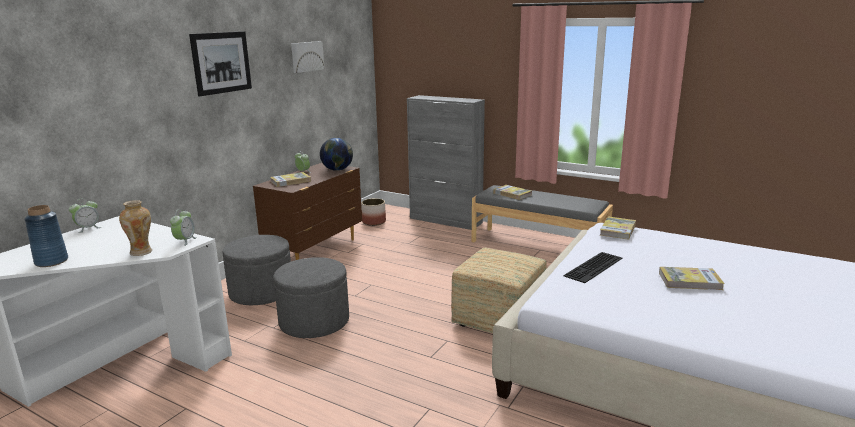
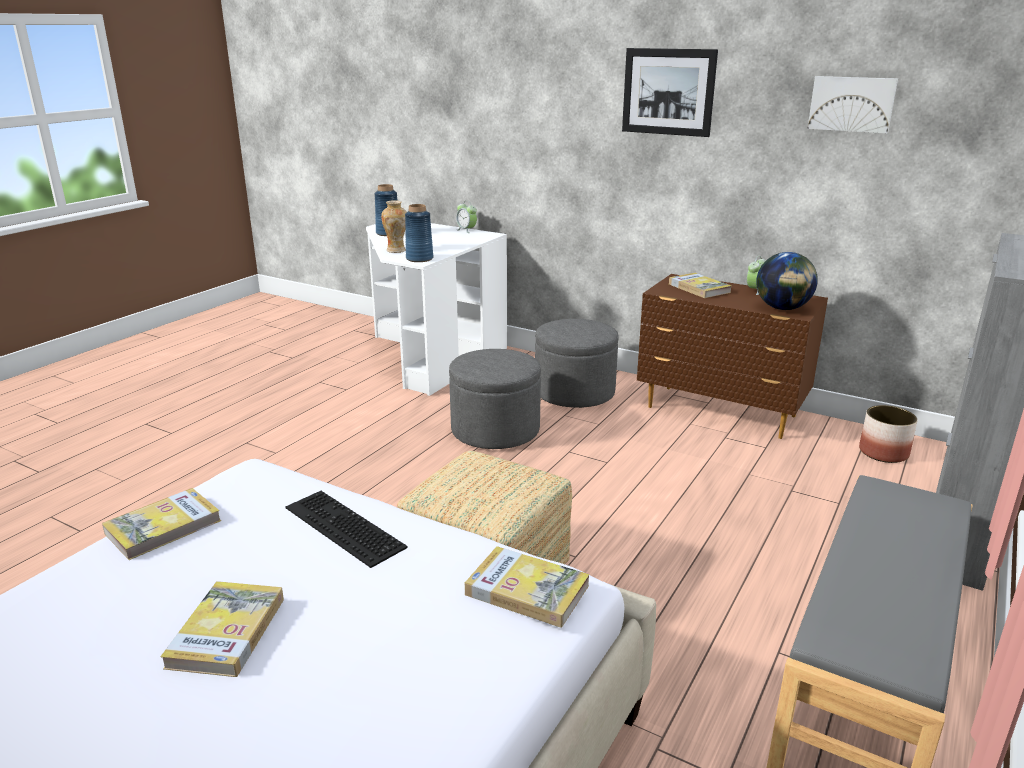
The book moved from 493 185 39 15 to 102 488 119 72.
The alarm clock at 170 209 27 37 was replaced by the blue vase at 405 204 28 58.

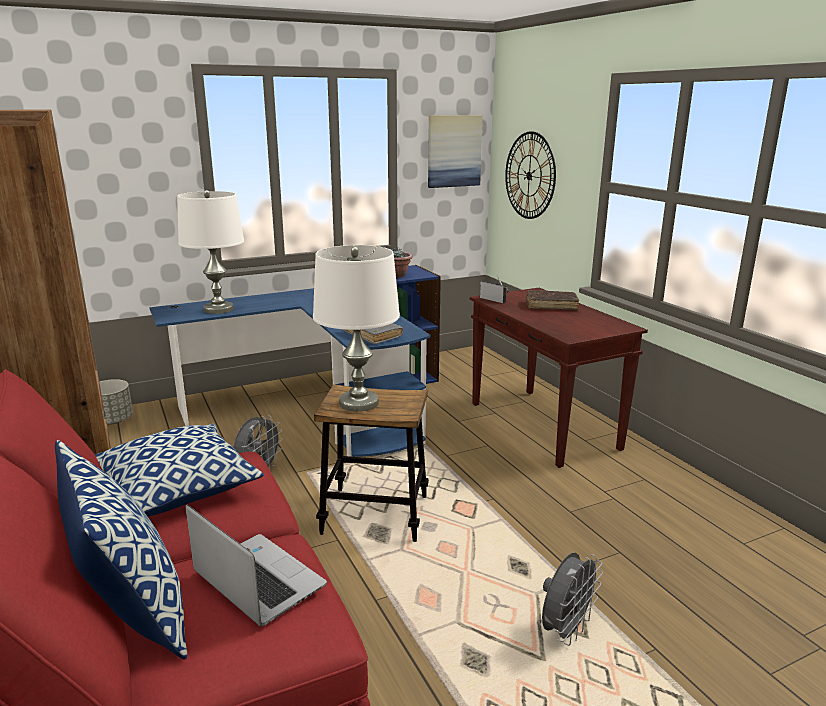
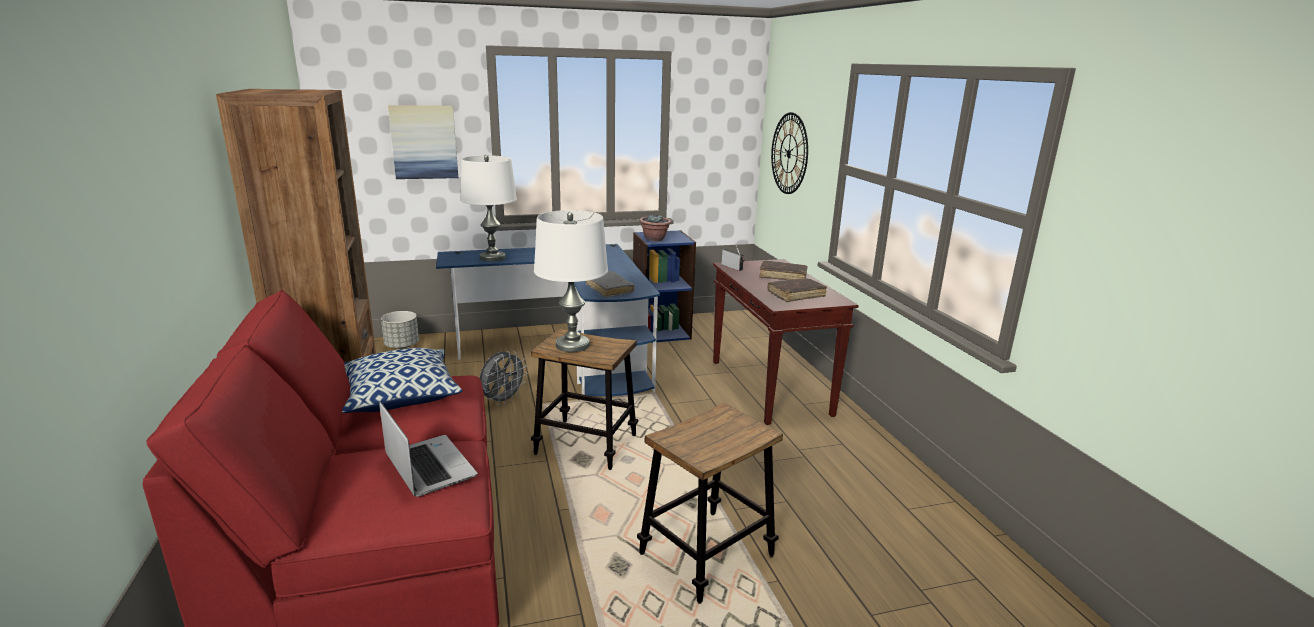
The picture moved from 428 115 55 73 to 388 105 70 74.
The grey fan at 542 553 61 93 was replaced by the stool at 637 403 146 201.
The brown book at 767 278 60 24 appeared.
The pillow at 55 440 132 219 disappeared.

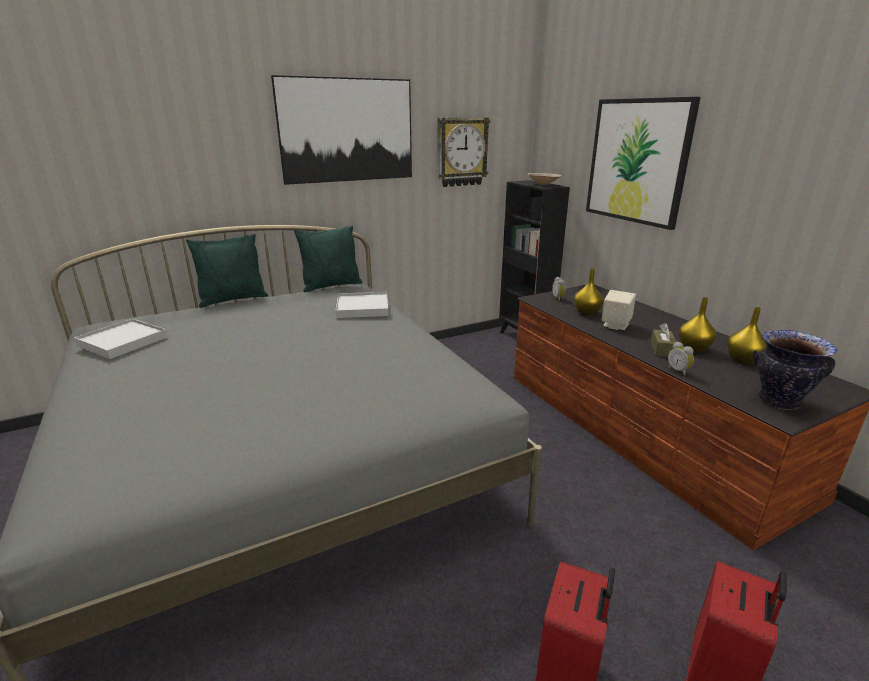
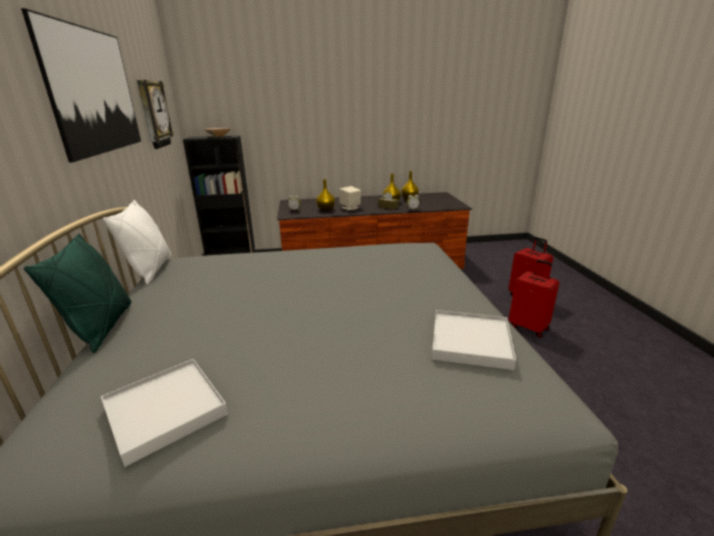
The green pillow at 294 225 69 67 became the white pillow at 103 200 68 84.
The white tray moved from 335 292 54 26 to 432 310 84 60.
The picture at 586 97 114 133 disappeared.
The vase at 753 330 84 80 disappeared.

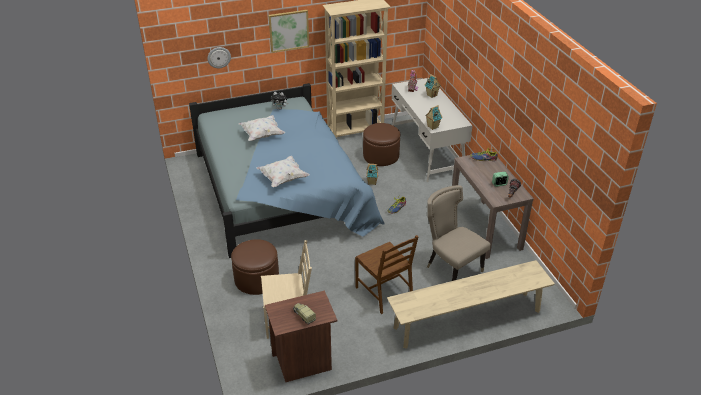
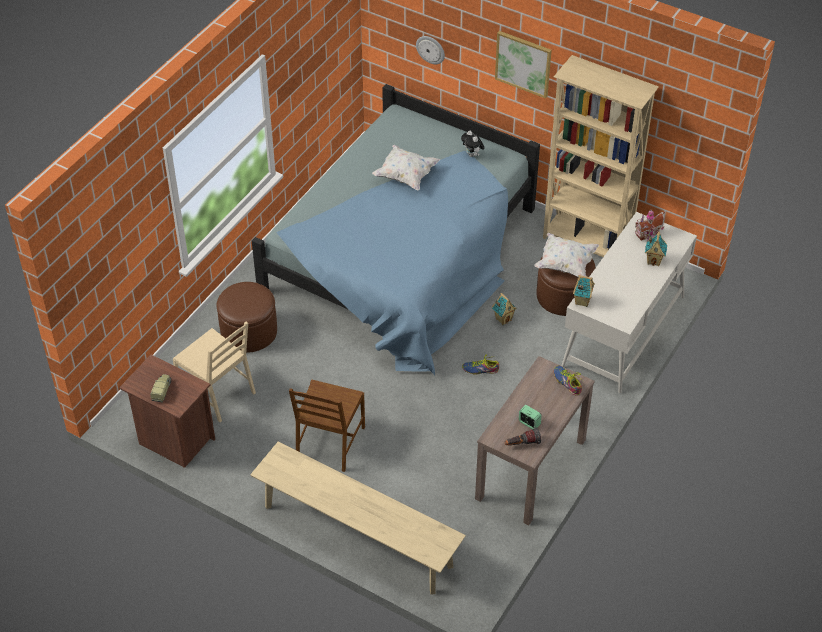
The white pillow moved from 256 156 53 31 to 534 233 65 44.
The beige chair at 427 185 64 96 disappeared.

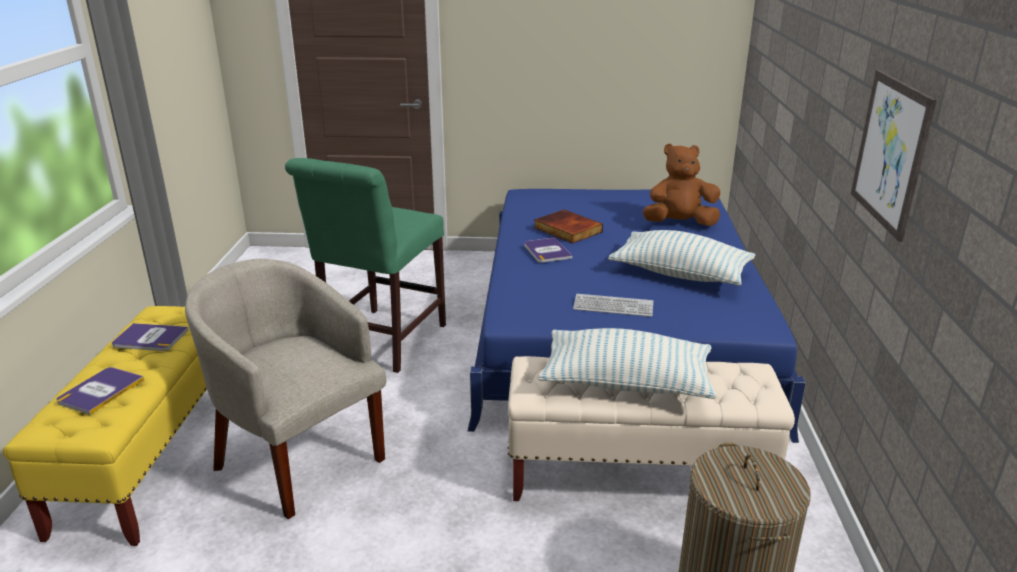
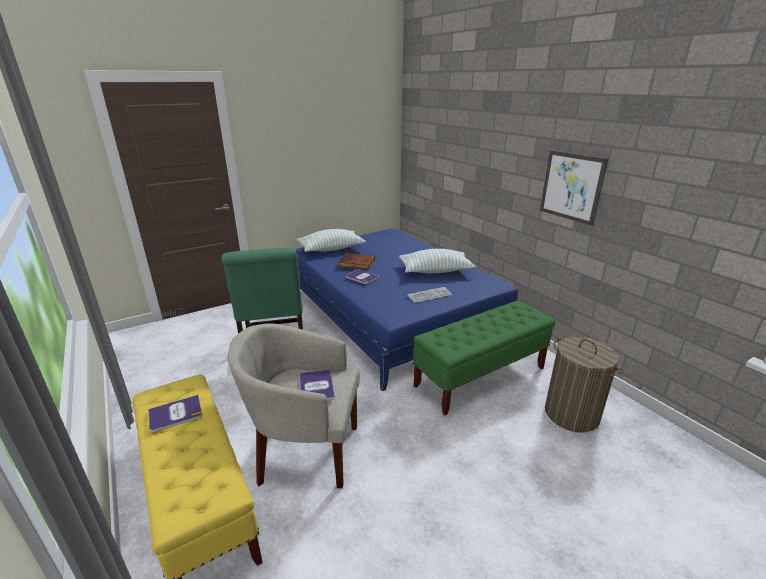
The pillow moved from 537 328 179 71 to 297 229 69 23.
The book moved from 56 367 88 48 to 300 369 35 31.
The beige bench at 508 356 287 145 became the green bench at 413 301 142 114.
The brown plush toy at 643 144 77 82 disappeared.

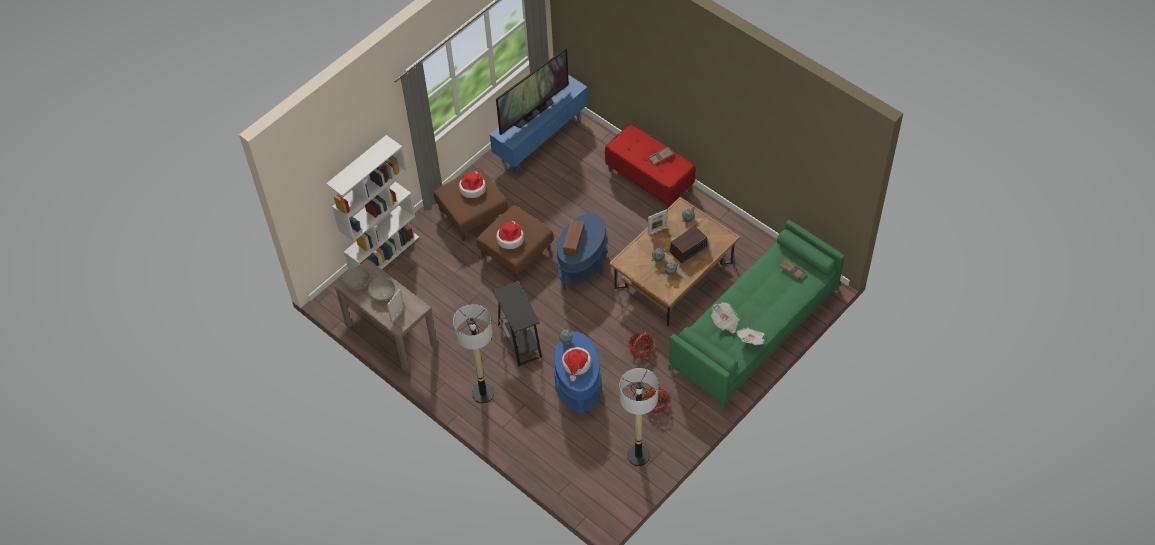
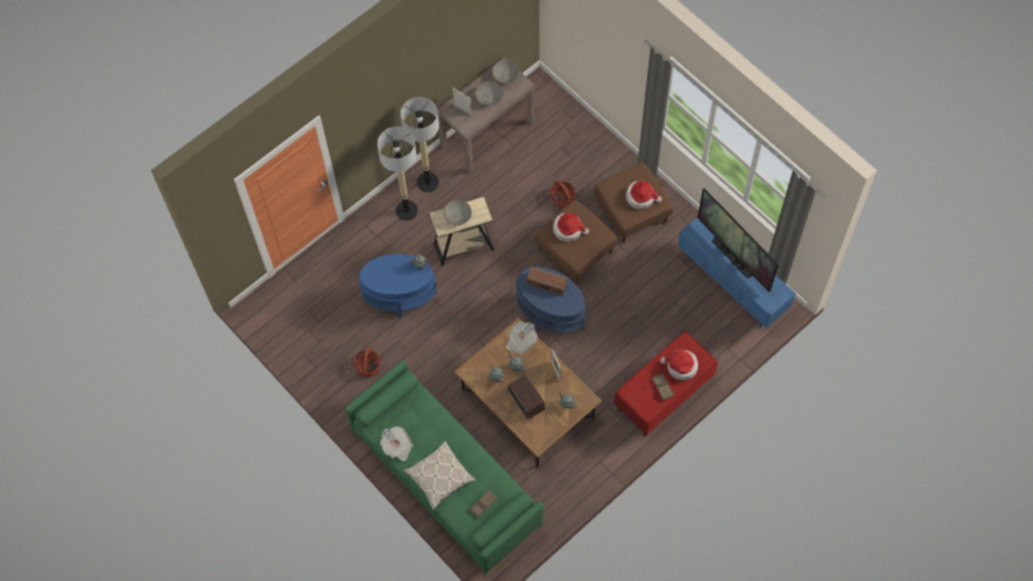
The floor lamp moved from 620 368 39 98 to 400 97 39 95.
The pillow at 404 441 72 69 appeared.
The black side table at 493 281 49 85 became the beige side table at 429 197 65 69.
The grey bowl at 444 200 28 26 appeared.
The newspaper moved from 711 302 29 31 to 506 321 31 34.
The basket moved from 628 332 26 27 to 550 181 26 26.
The hat moved from 562 347 29 34 to 660 349 38 31.
The white bookcase at 326 135 93 135 disappeared.

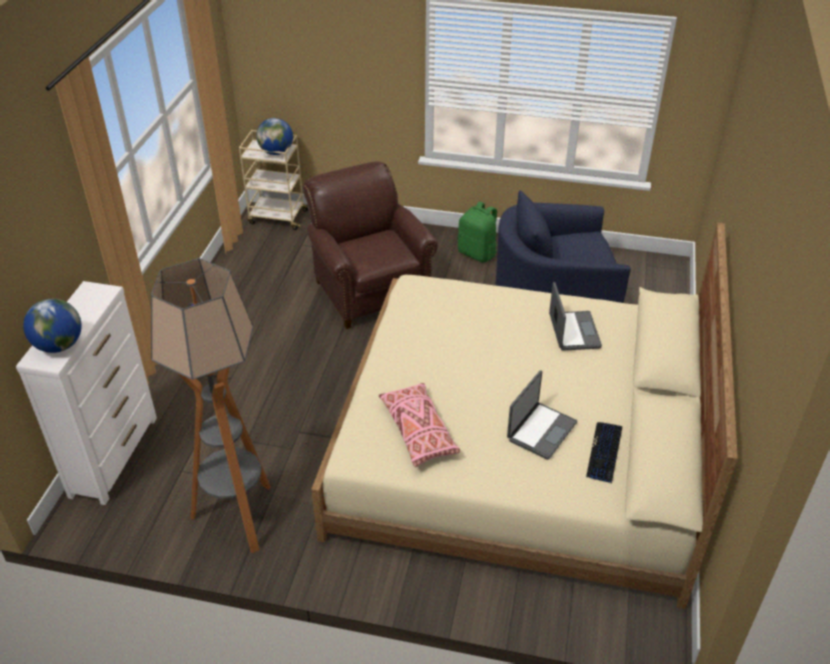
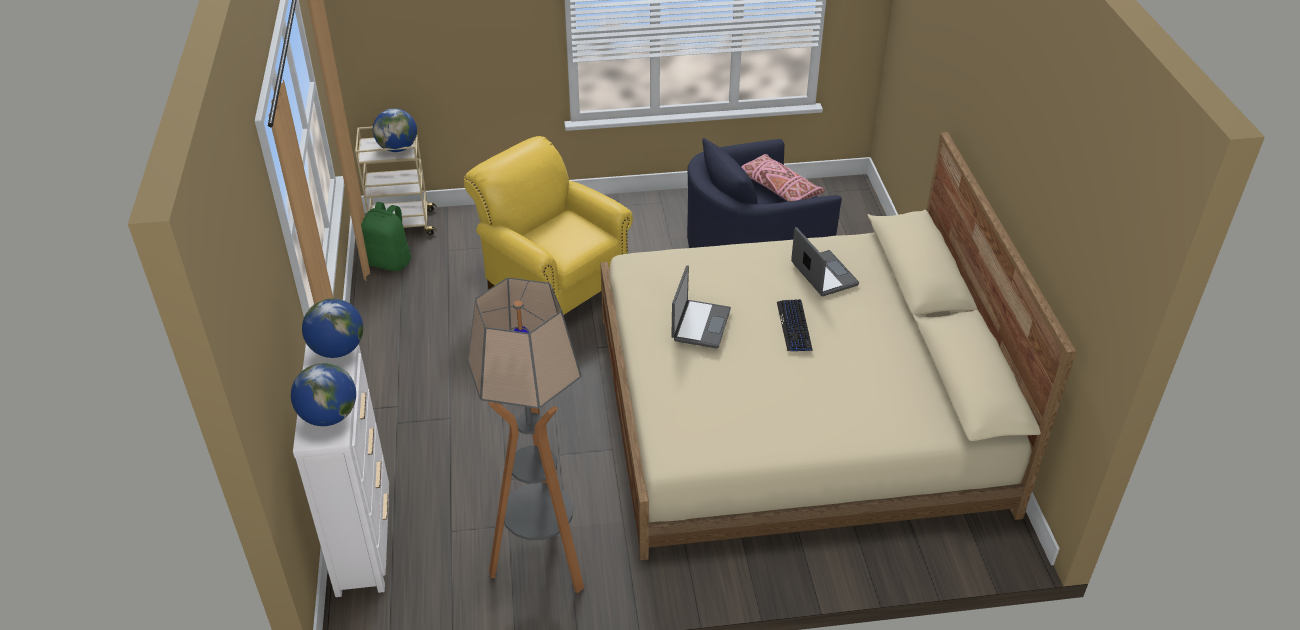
The globe at 302 298 61 60 appeared.
The green backpack moved from 457 202 41 60 to 361 202 50 69.
The brown armchair at 302 161 136 168 became the yellow armchair at 464 136 169 179.
The laptop moved from 507 370 70 90 to 672 265 59 84.
The pink pillow moved from 379 383 81 84 to 741 154 84 47.
The keyboard moved from 586 422 36 61 to 777 299 35 52.

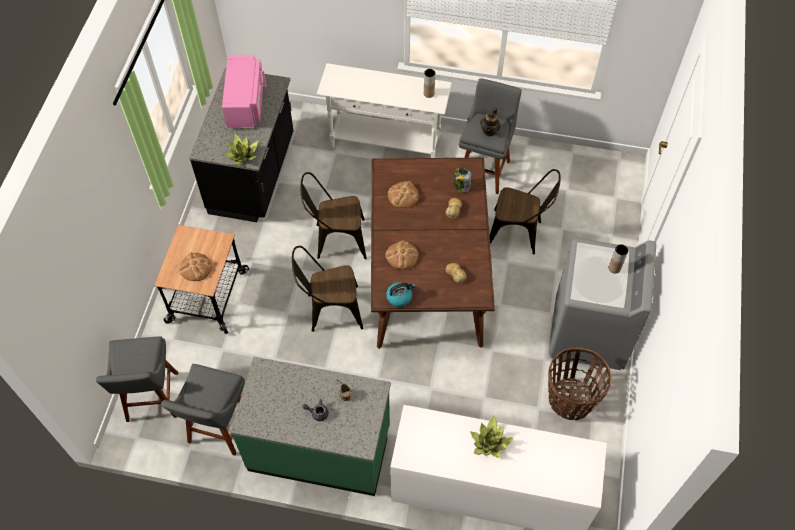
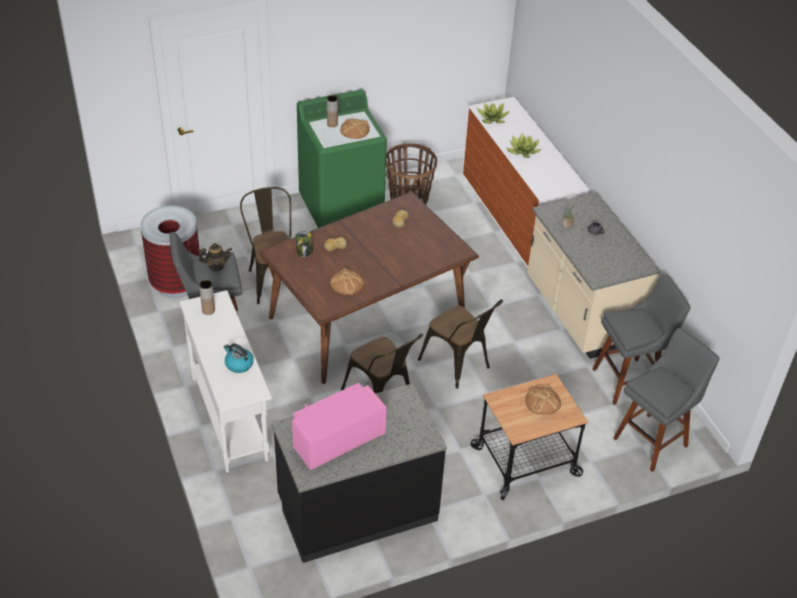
The trash can at 140 206 60 92 appeared.
The kettle moved from 386 282 29 25 to 224 343 29 30.
The grey washing machine at 549 238 107 132 became the green washing machine at 297 89 90 139.
The bread moved from 385 240 33 30 to 340 119 30 20.
The potted plant moved from 224 133 34 32 to 476 103 34 21.
The green counter at 230 357 161 139 became the beige counter at 527 192 133 167.

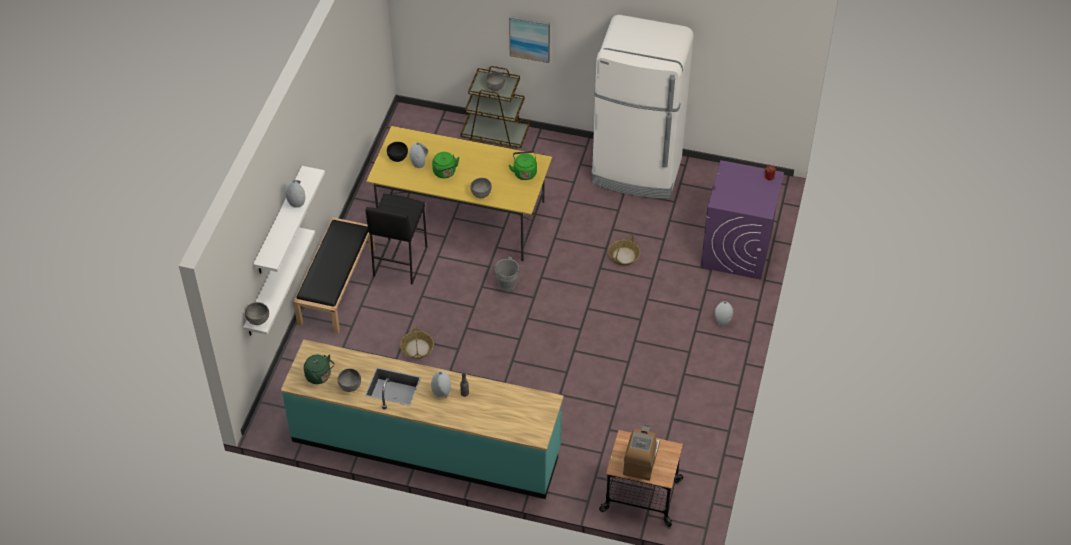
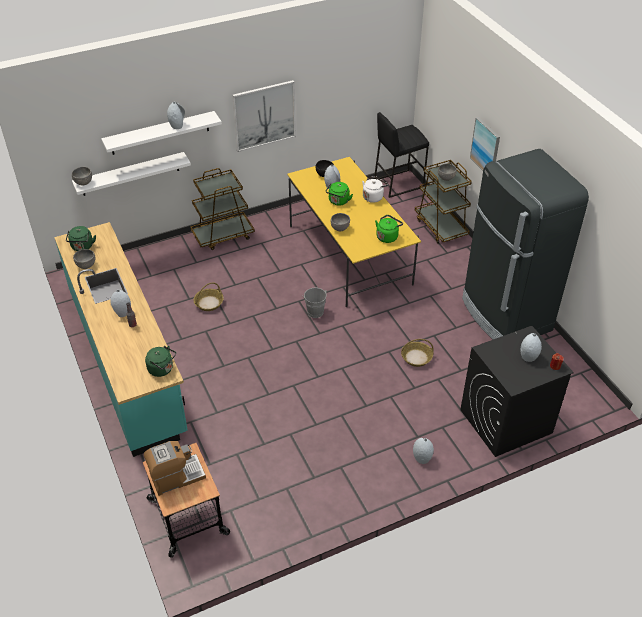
The green kettle at 145 346 31 31 appeared.
The black bench at 293 217 82 117 was replaced by the brown cart at 191 168 64 82.
The picture at 232 80 64 72 appeared.
The white kettle at 362 176 26 27 appeared.
The black stool moved from 366 194 62 90 to 374 112 55 86.
The purple washing machine at 701 160 83 120 became the black washing machine at 460 326 114 131.
The white fridge at 591 15 103 184 became the black fridge at 462 149 127 190.
The grey vase at 520 333 22 29 appeared.

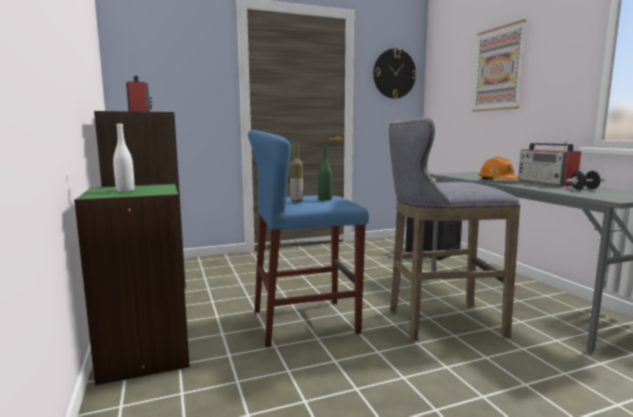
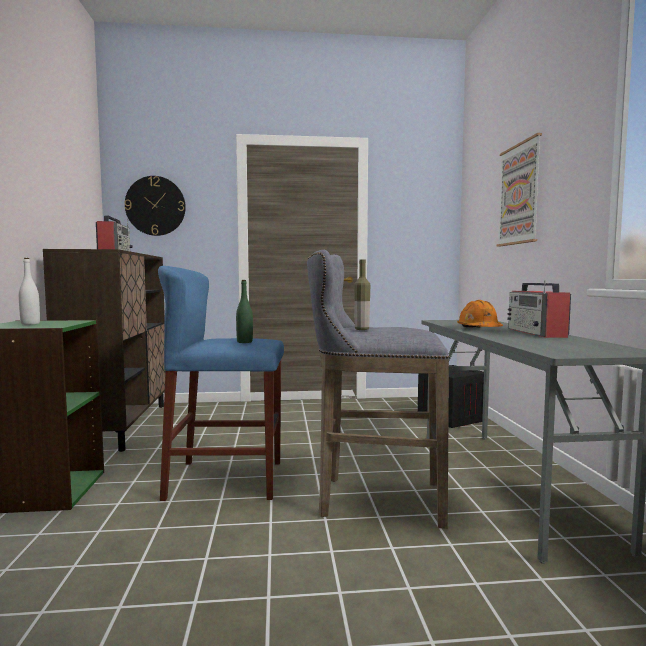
The wall clock moved from 373 48 44 51 to 124 176 62 60.
The bottle moved from 289 143 14 59 to 354 260 16 70.
The black dumbbell at 566 171 39 19 disappeared.

